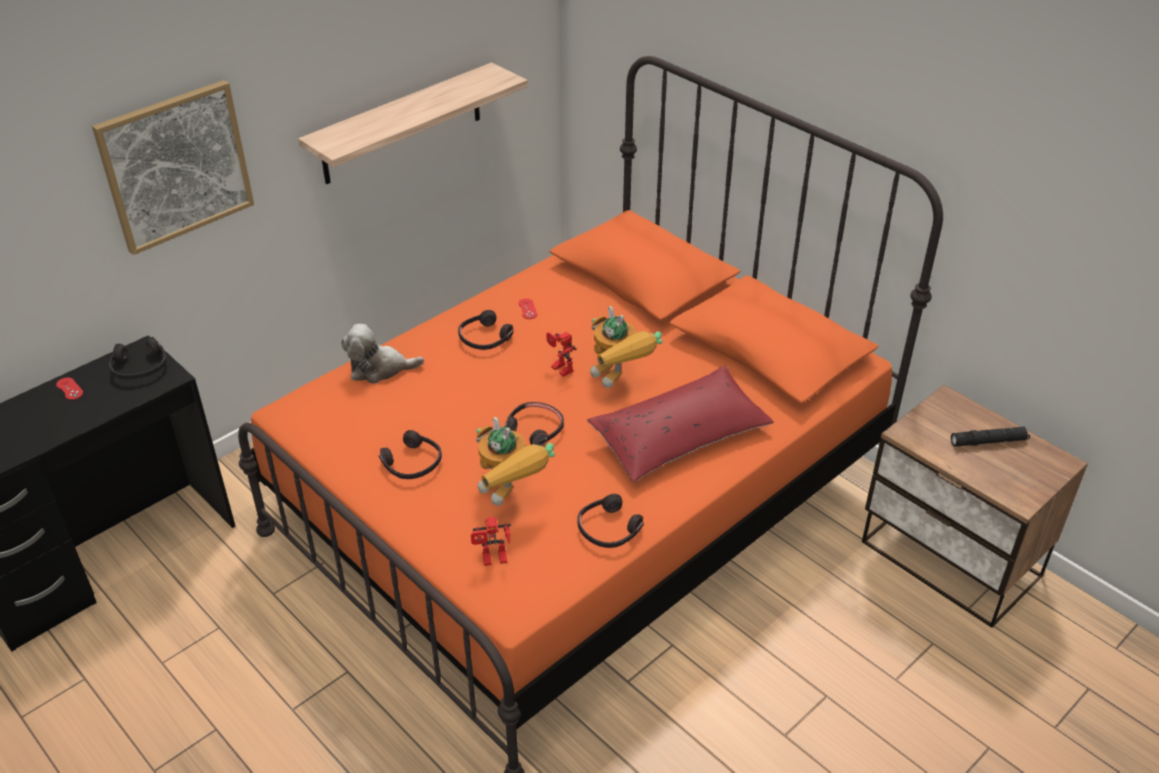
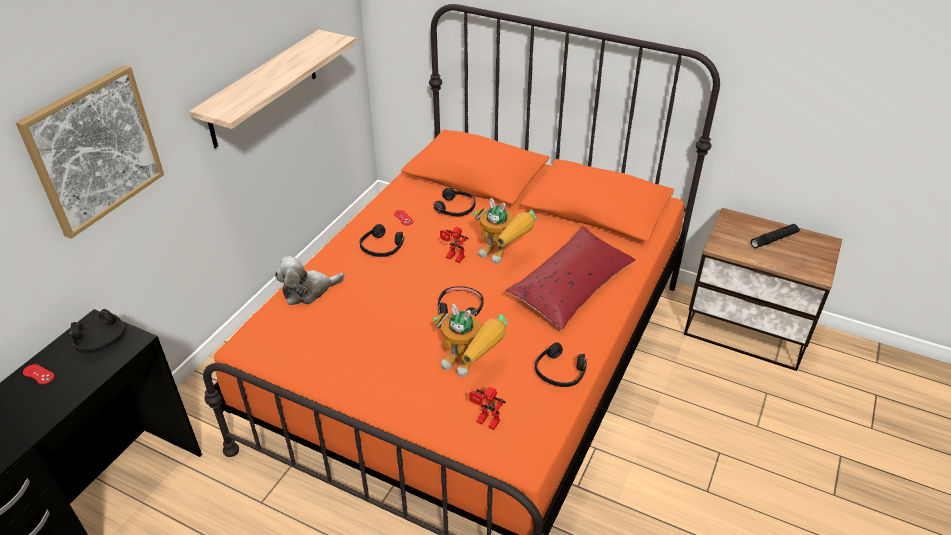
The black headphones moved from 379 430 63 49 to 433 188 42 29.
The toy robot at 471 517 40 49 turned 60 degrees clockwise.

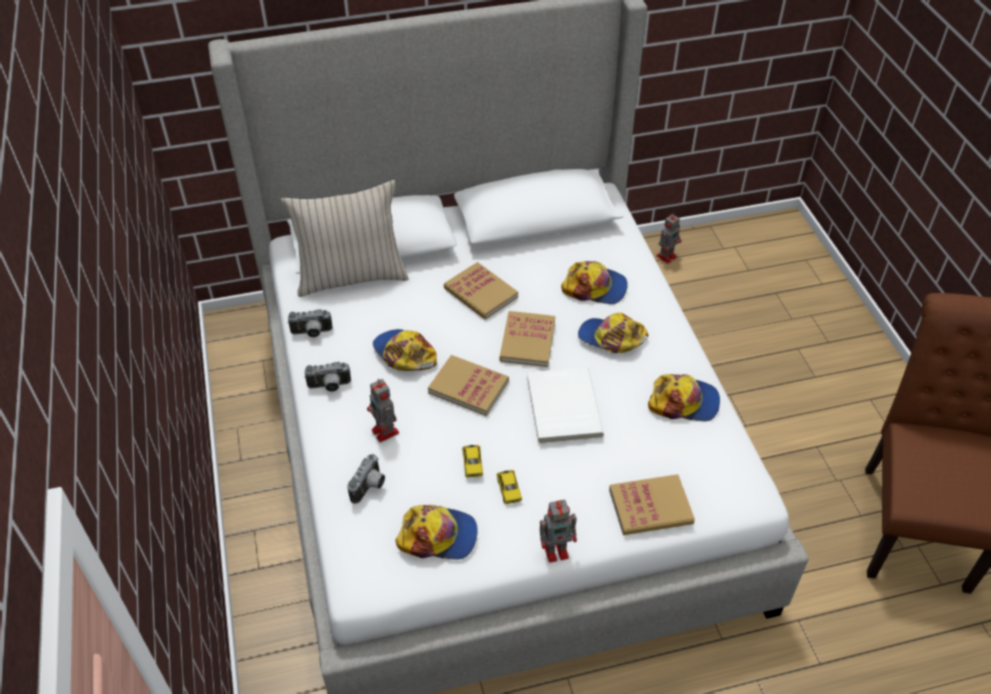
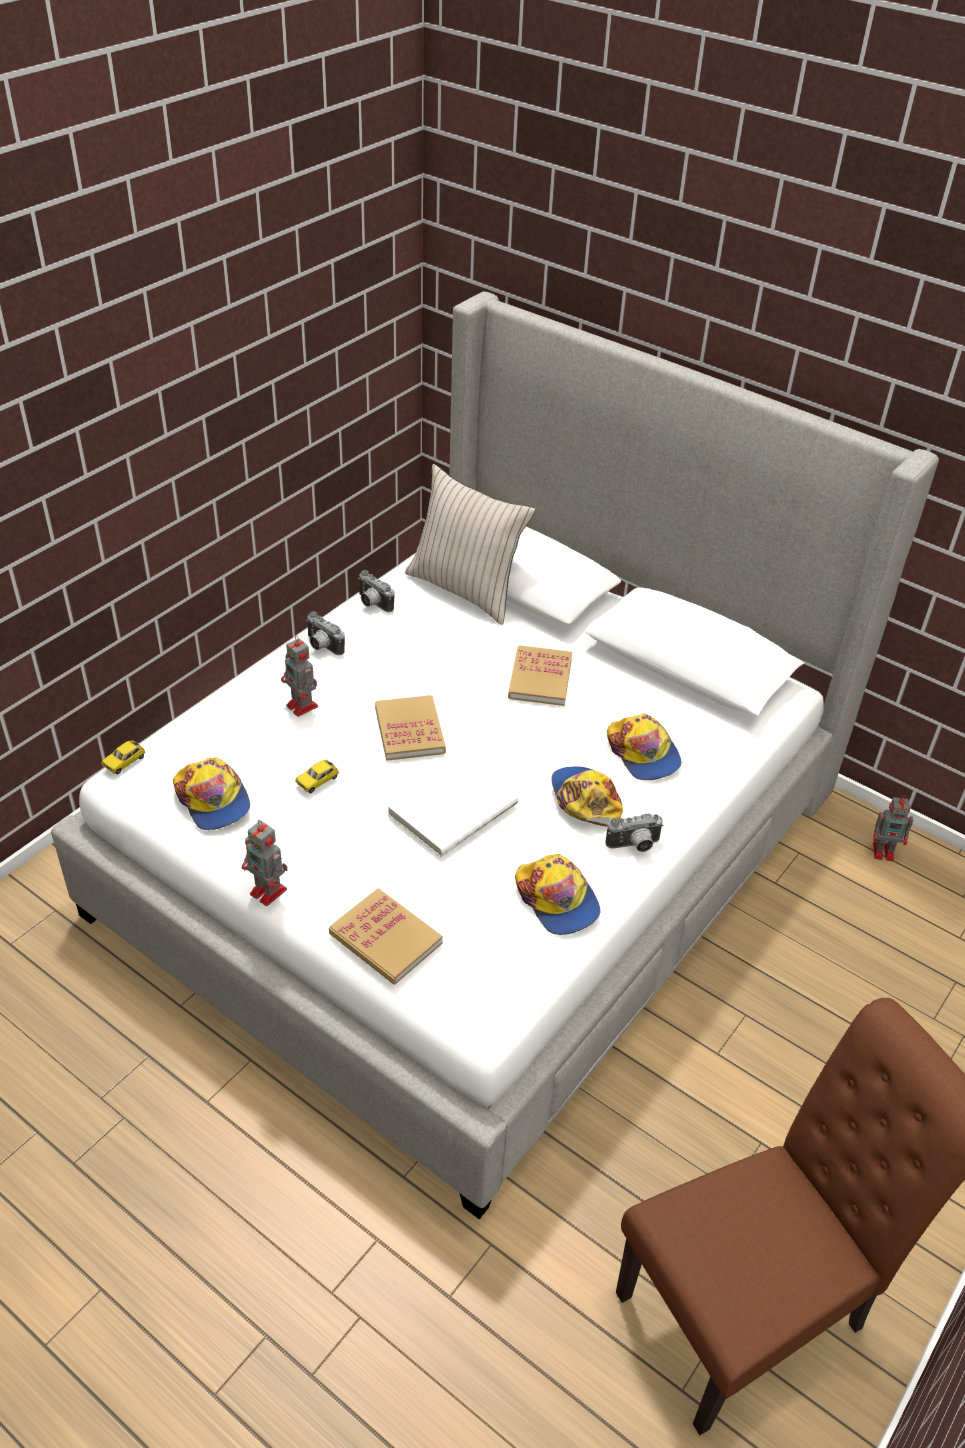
The toy car moved from 497 470 25 34 to 101 740 44 34.
The toy robot at 367 379 32 63 turned 60 degrees counterclockwise.
The photo camera moved from 347 454 38 50 to 605 813 59 39.
The cap at 373 329 64 42 disappeared.
The book at 499 311 56 56 disappeared.

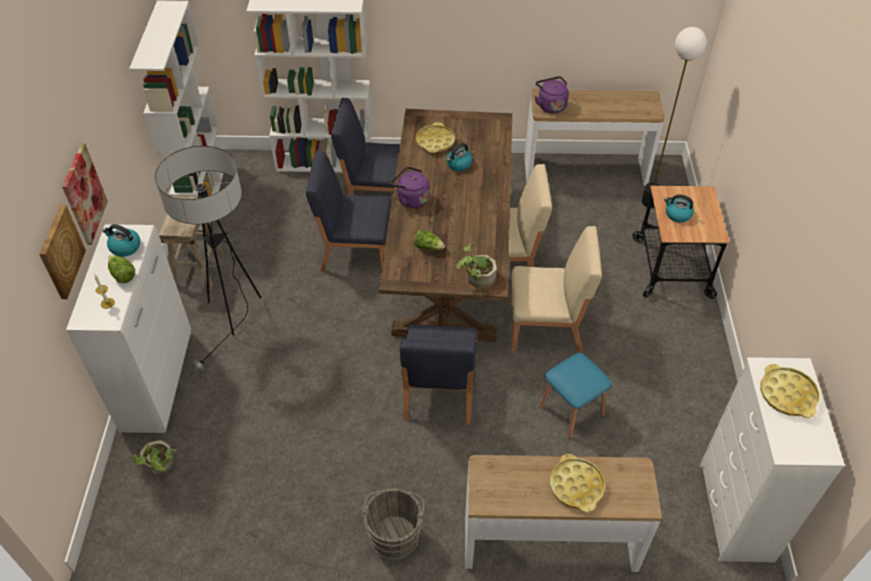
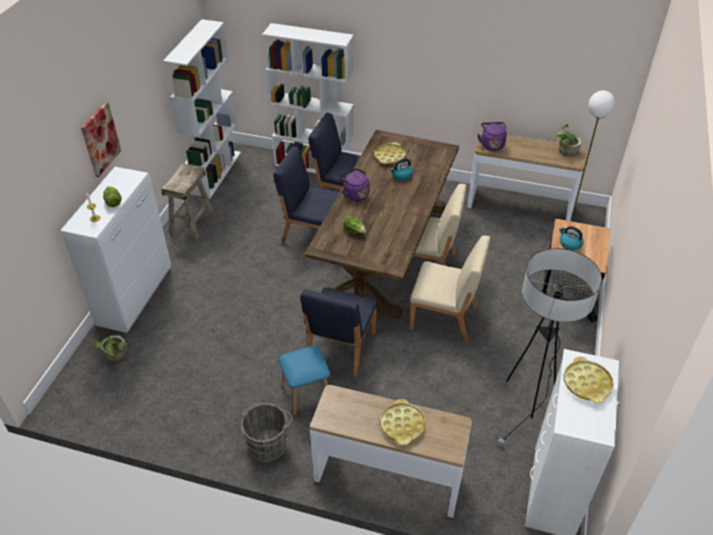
The blue stool moved from 539 353 73 86 to 279 346 51 70.
The floor lamp moved from 155 146 106 224 to 497 248 105 199.
The potted plant moved from 456 243 41 45 to 554 124 27 33.
The picture at 39 205 47 94 disappeared.
The kettle at 103 224 37 33 disappeared.

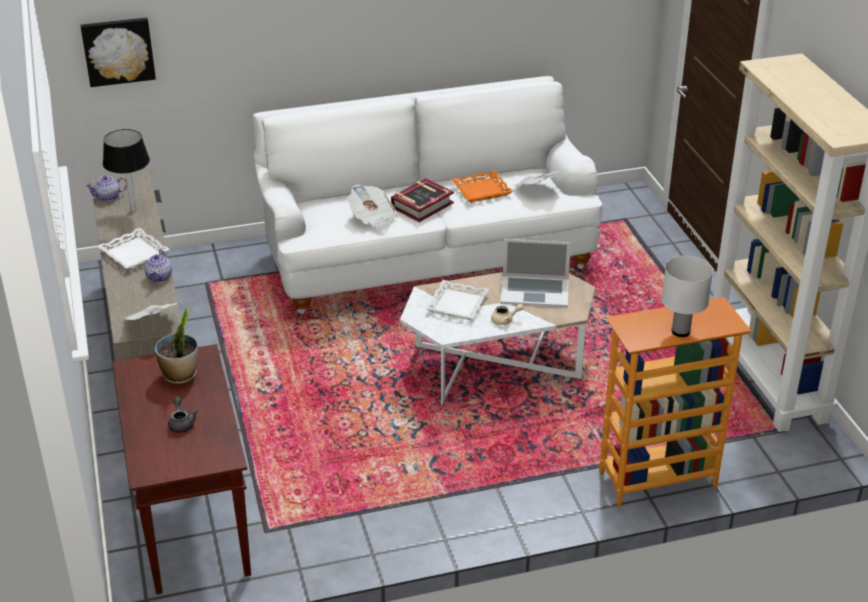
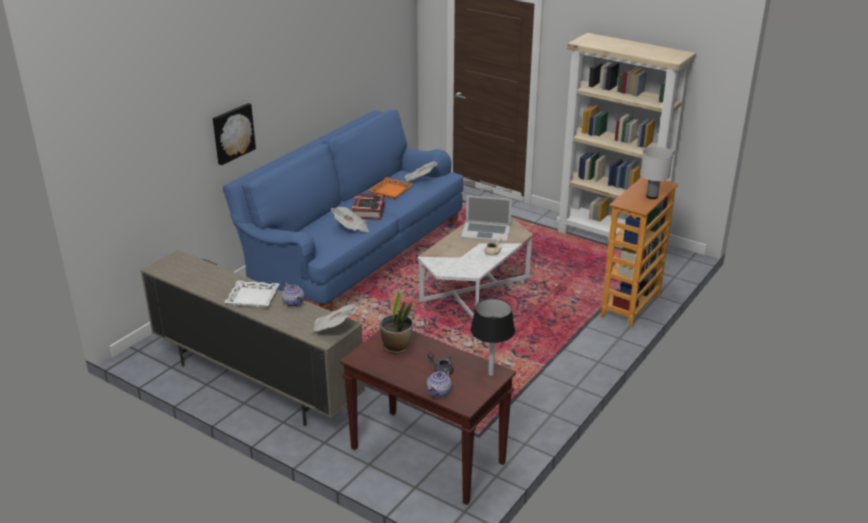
The picture moved from 80 18 76 69 to 213 103 43 62.
The white sofa at 252 76 350 238 became the blue sofa at 223 109 240 202.
The teapot moved from 85 176 42 25 to 427 368 25 29.
The laptop at 500 239 71 68 turned 45 degrees clockwise.
The black table lamp moved from 103 129 47 83 to 470 298 45 78.
The white tray at 425 280 64 40 disappeared.

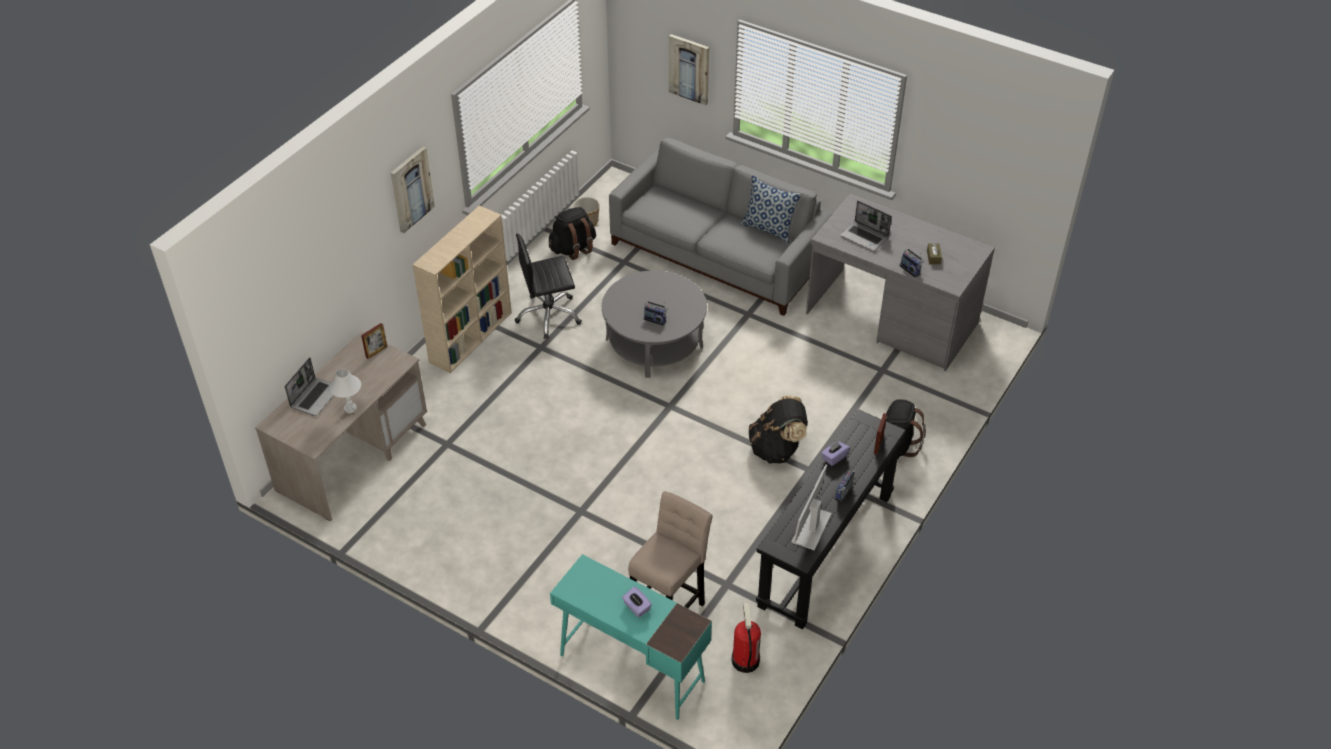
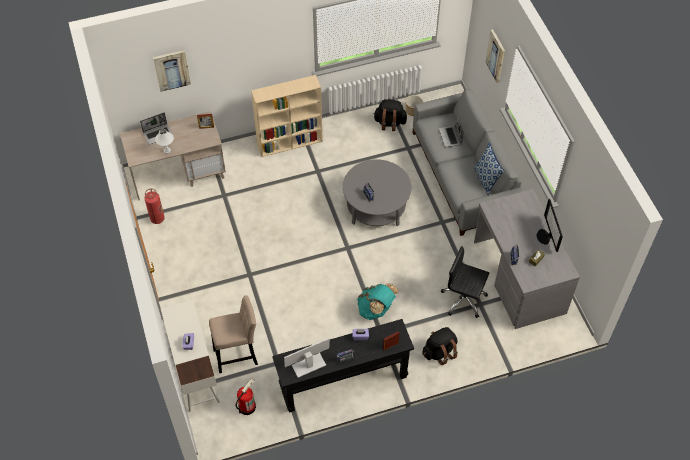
The fire extinguisher at 144 188 21 36 appeared.
The picture moved from 391 147 44 86 to 153 50 38 42.
The turquoise desk at 550 554 162 166 became the white desk at 161 300 59 111.
The black backpack at 748 396 60 67 became the turquoise backpack at 357 284 42 36.
The laptop moved from 840 201 52 50 to 439 116 25 31.
The black office chair moved from 515 234 67 105 to 441 246 48 72.
The monitor at 537 199 26 53 appeared.

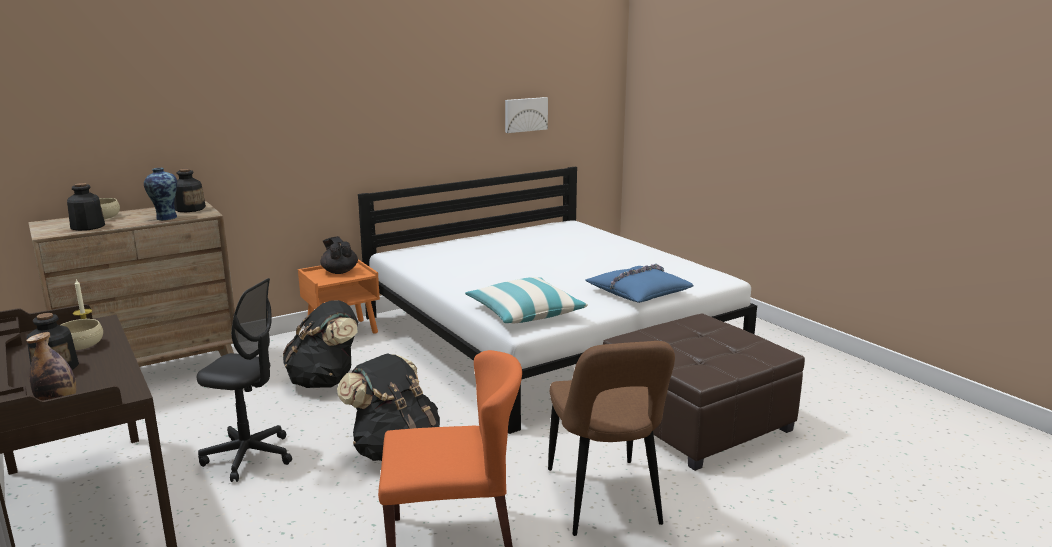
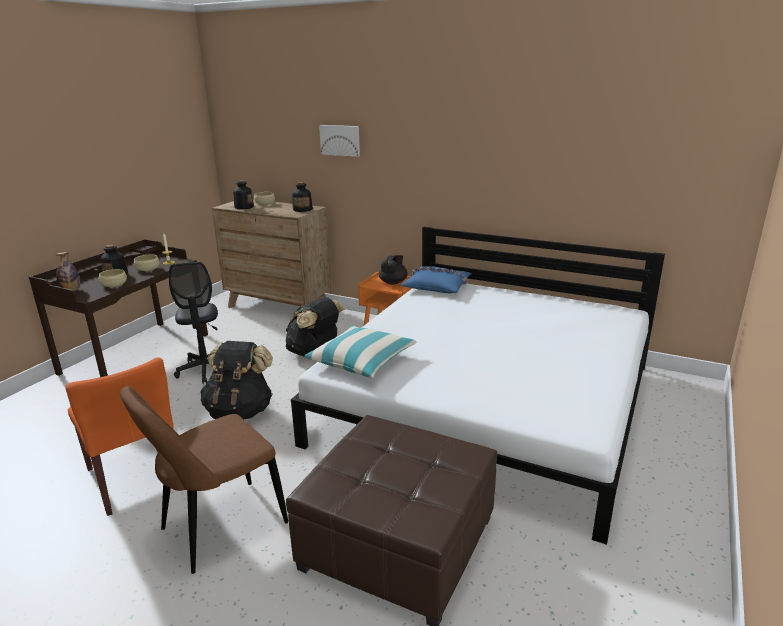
The beige bowl at 99 269 28 18 appeared.
The picture moved from 505 97 43 36 to 319 125 41 32.
The blue pillow moved from 585 264 108 39 to 401 266 71 27.
The vase at 144 168 33 52 disappeared.

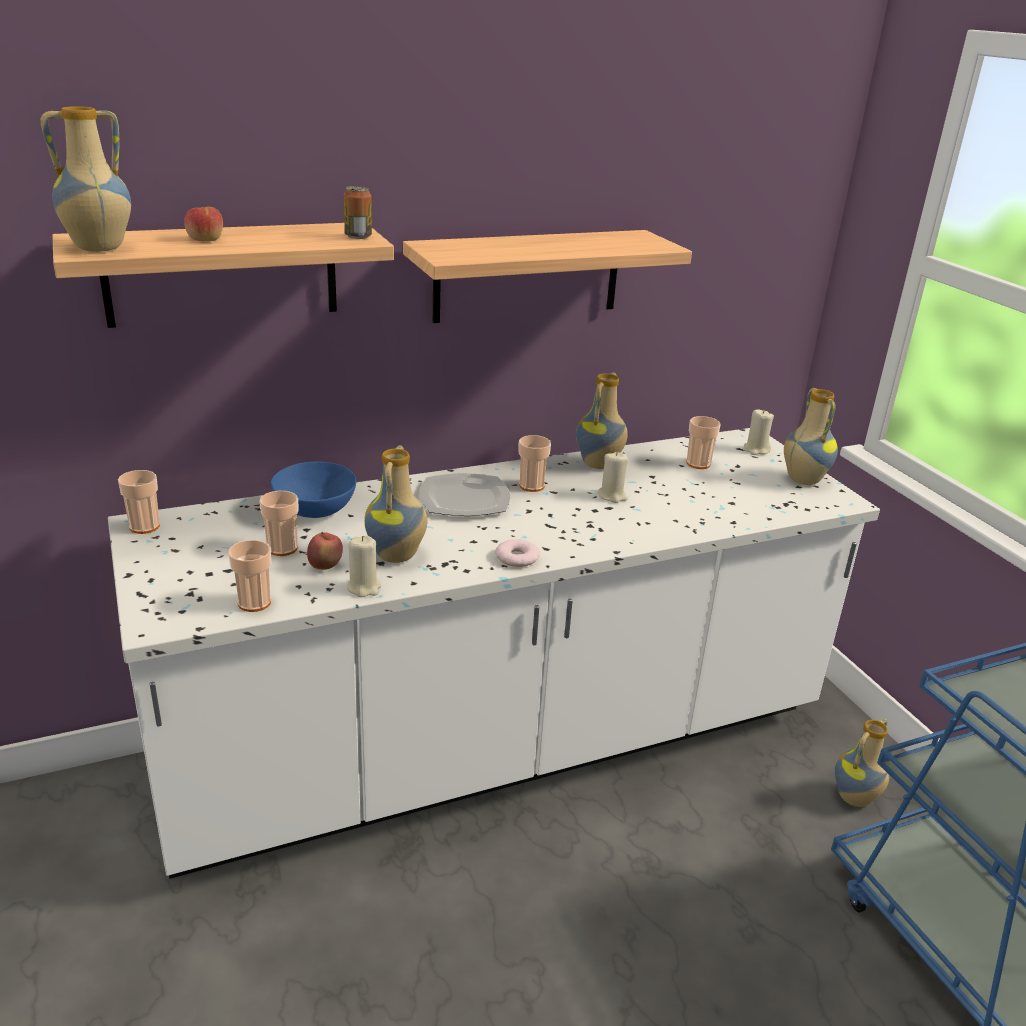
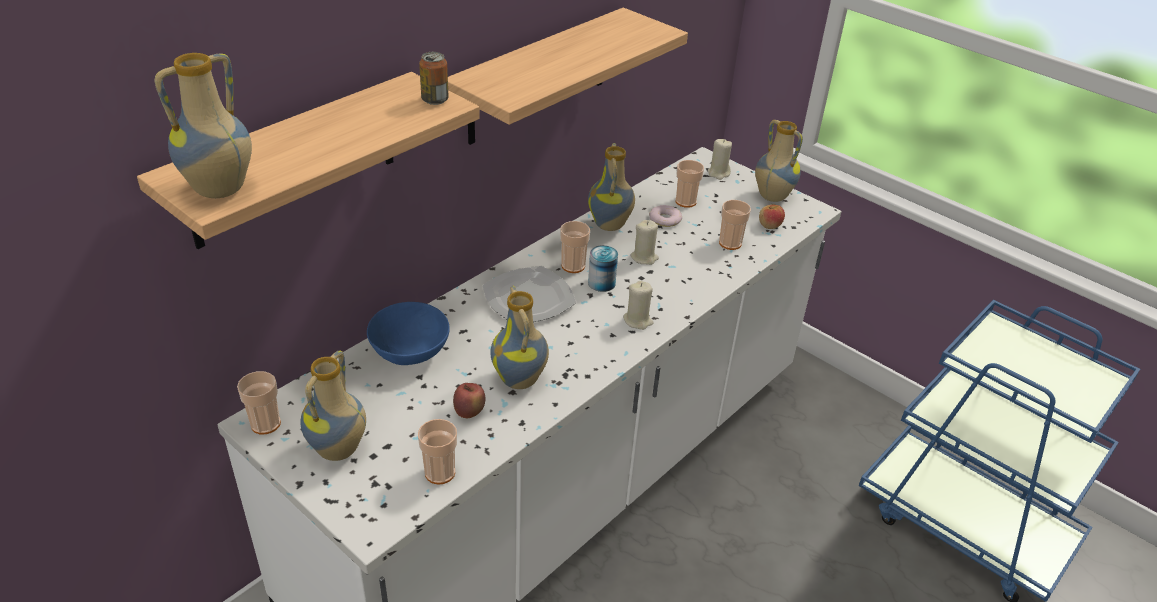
The vase moved from 835 718 54 89 to 300 351 66 110.
The can at 588 245 30 47 appeared.
The beige candle moved from 347 536 34 61 to 623 281 30 49.
The donut moved from 495 539 45 28 to 649 205 33 22.
The cup moved from 259 491 40 65 to 719 200 32 50.
The apple moved from 184 207 39 34 to 759 204 26 25.

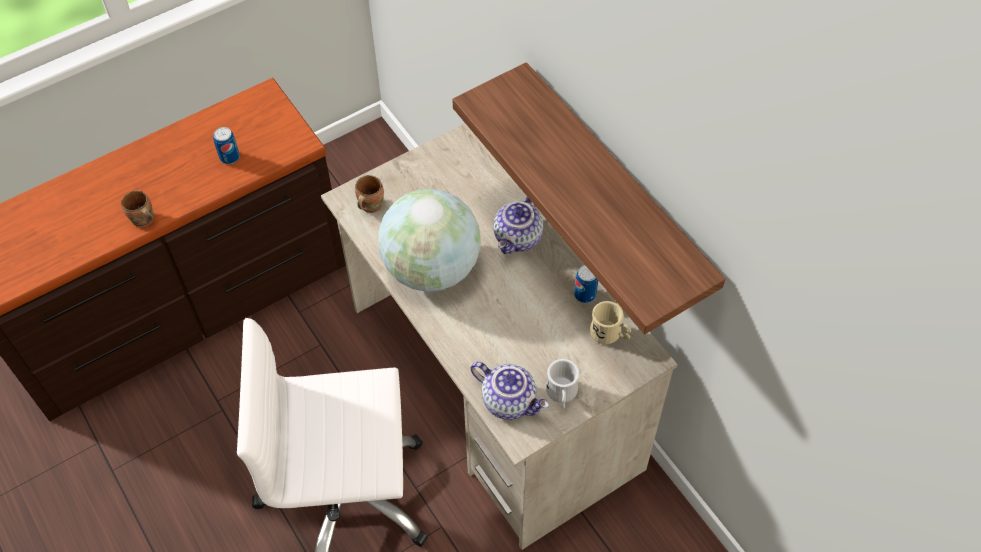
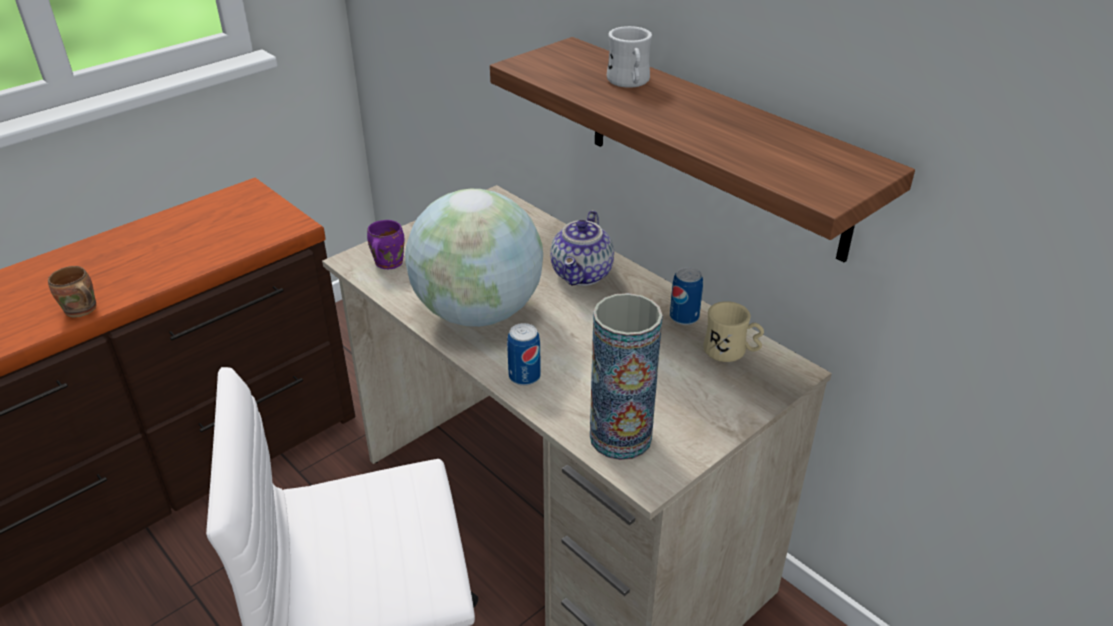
The brown mug at 355 175 29 38 became the purple mug at 367 220 37 49.
The can moved from 213 127 27 37 to 507 323 34 63.
The teapot at 470 362 79 58 was replaced by the vase at 590 293 73 167.
The white mug moved from 546 359 34 50 to 607 26 45 62.

